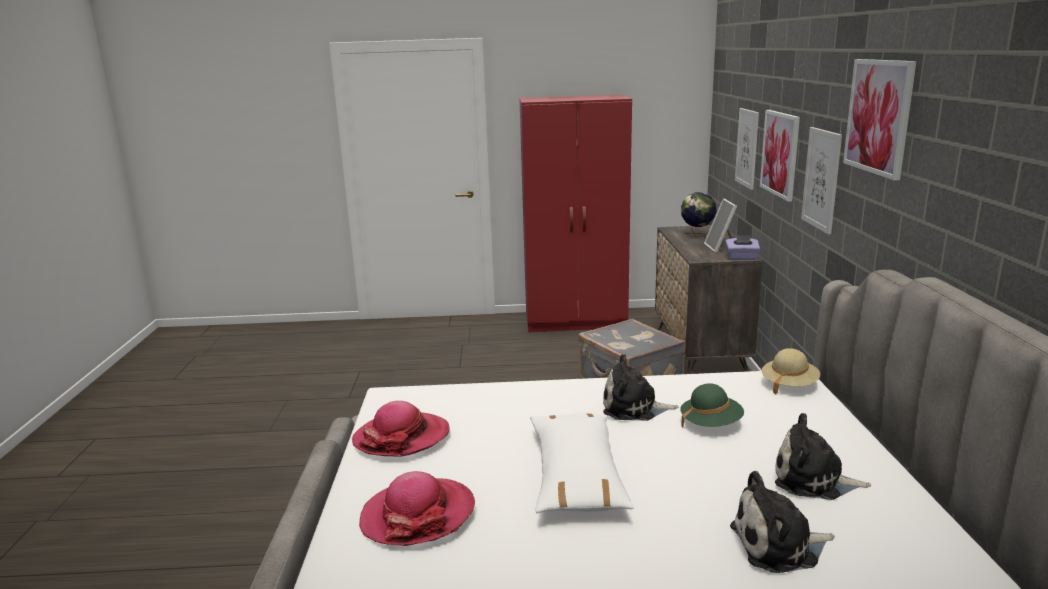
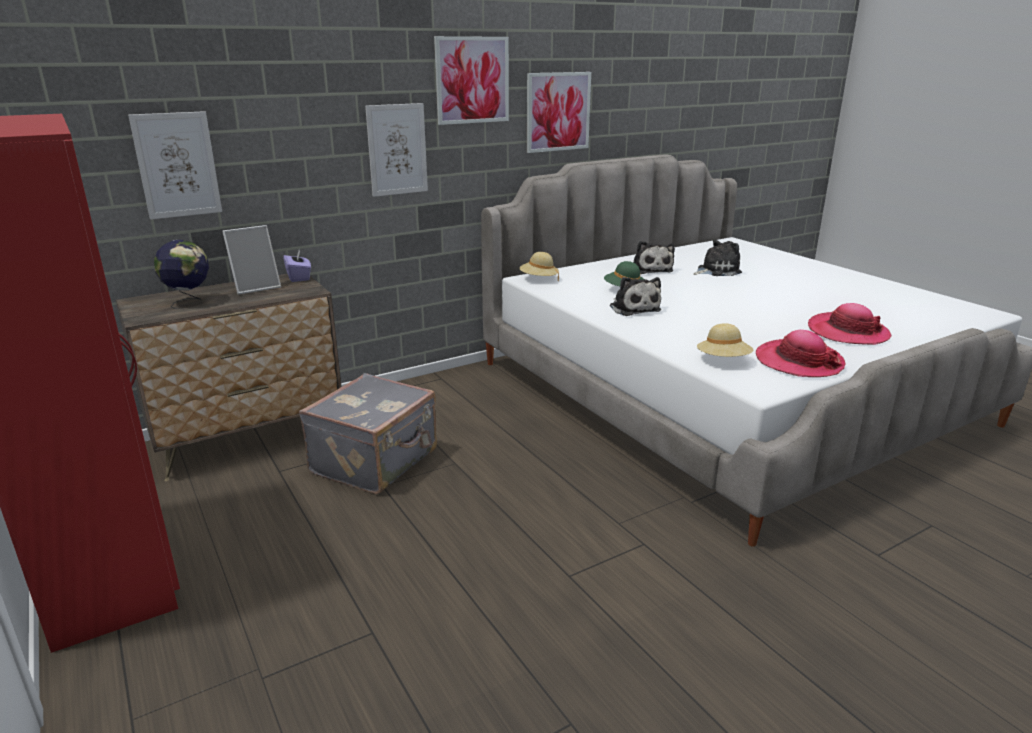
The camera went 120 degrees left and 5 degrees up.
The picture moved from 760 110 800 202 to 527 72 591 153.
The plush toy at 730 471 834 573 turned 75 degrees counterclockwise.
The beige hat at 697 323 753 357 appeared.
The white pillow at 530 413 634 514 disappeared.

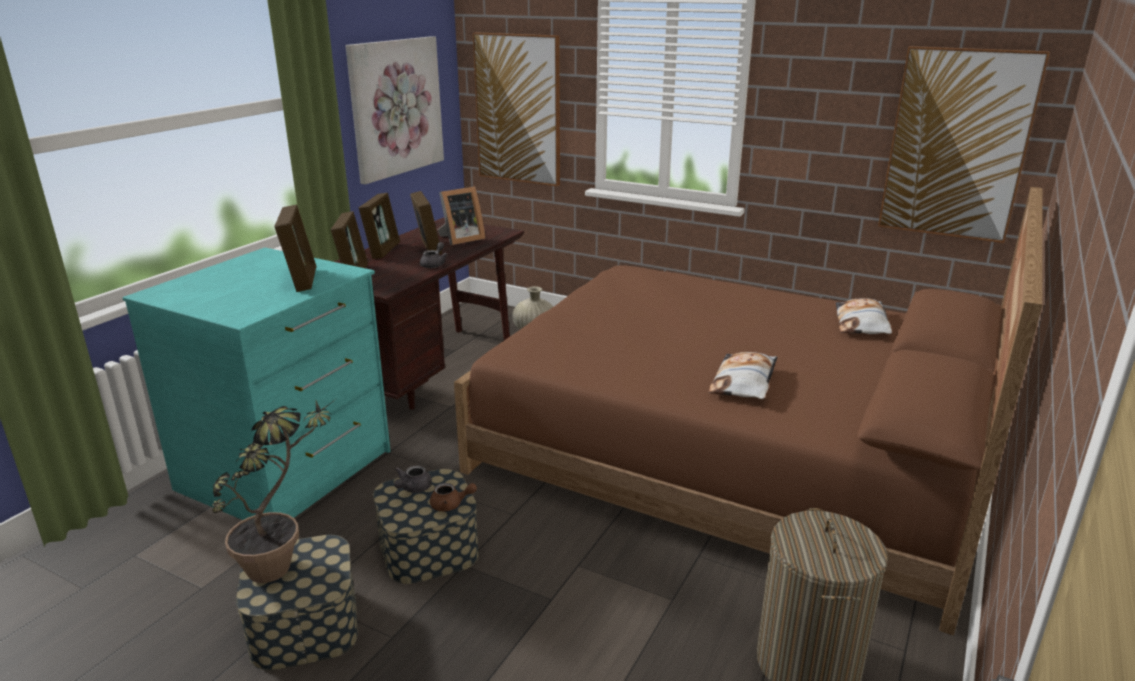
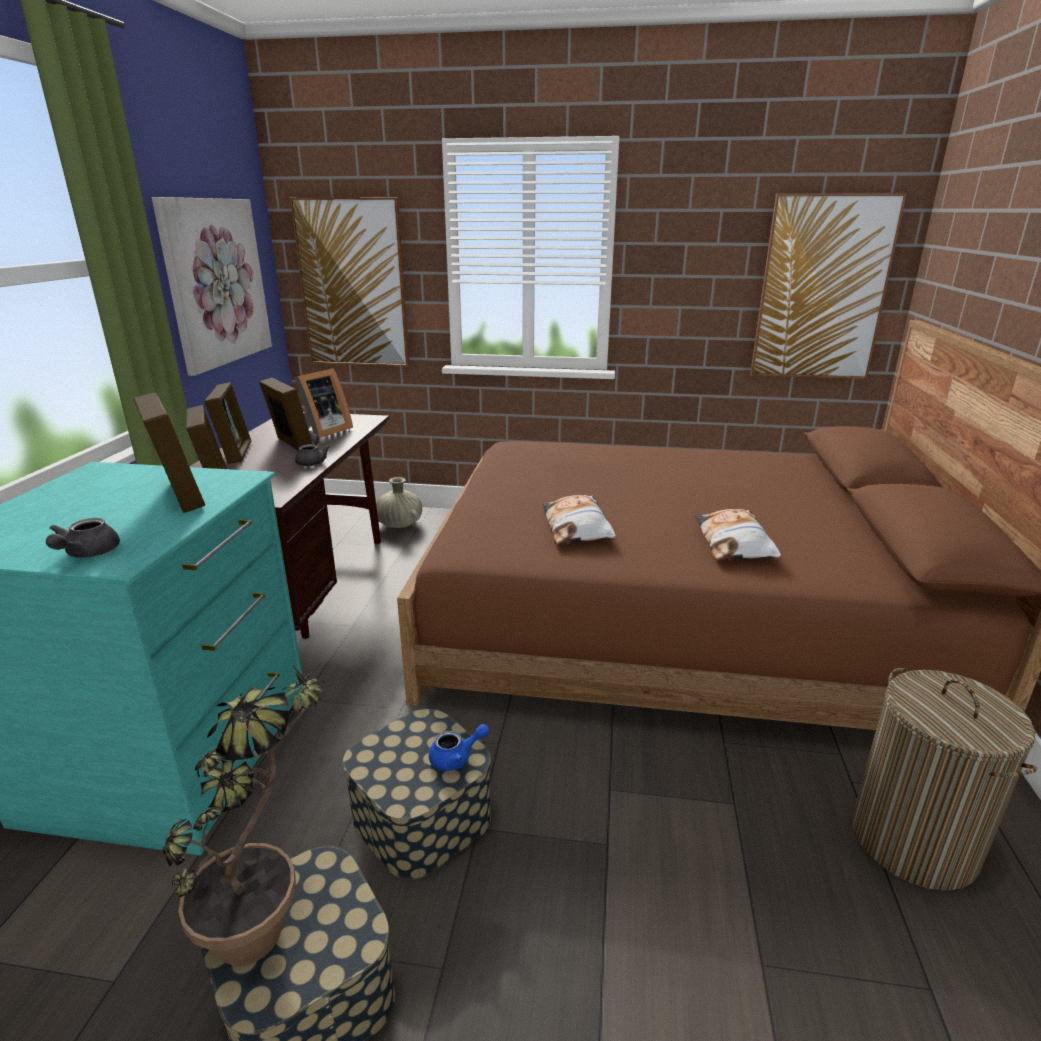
The camera went 20 degrees left and 0 degrees up.
The grey teapot moved from 394 465 432 493 to 46 518 120 558.
The brown teapot at 430 483 477 511 became the blue teapot at 429 724 489 771.
The pillow moved from 836 298 892 334 to 542 495 616 544.

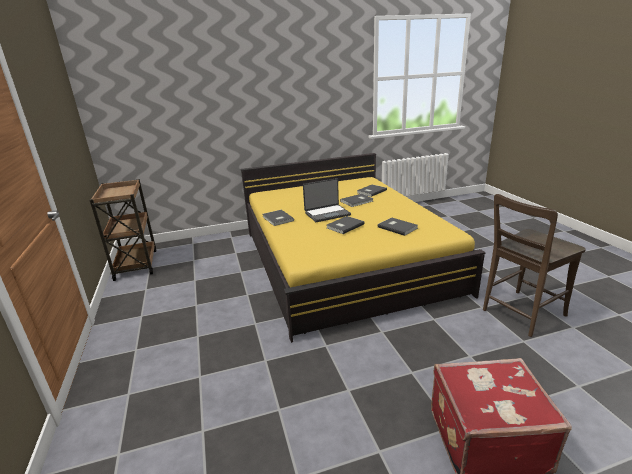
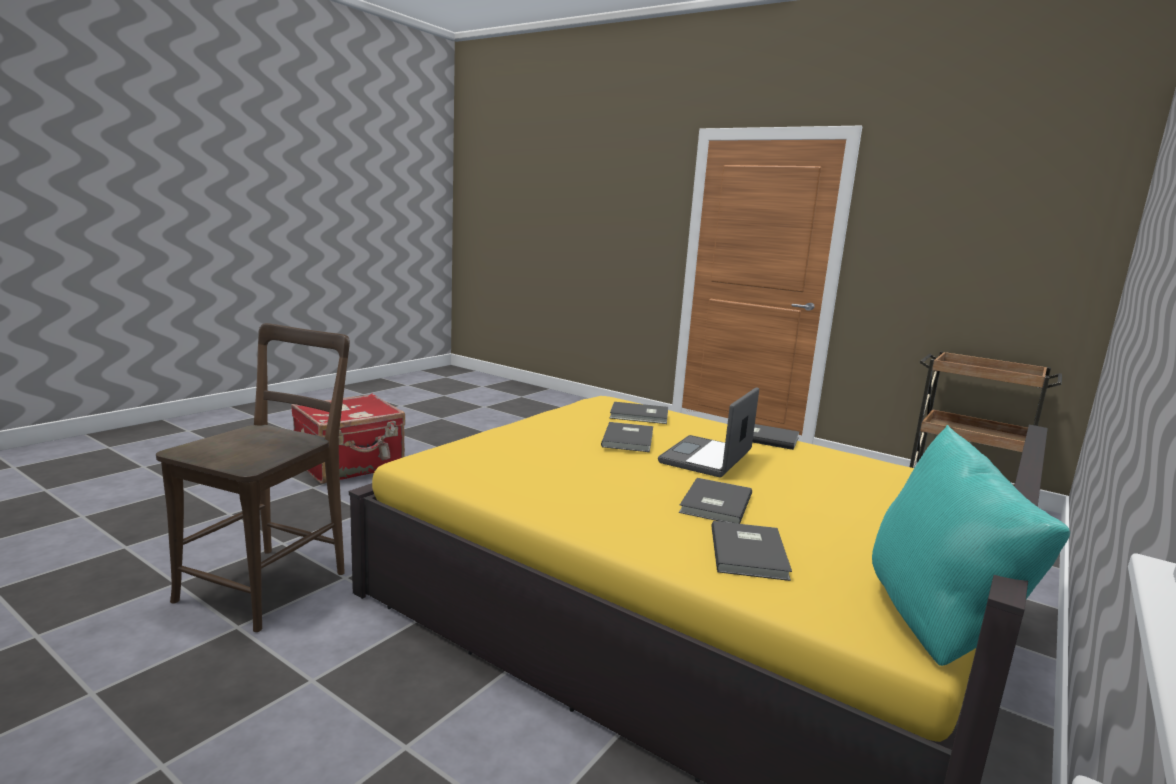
The camera went 140 degrees right and 10 degrees down.
The grey book moved from 378 218 418 236 to 610 402 668 424.
The turquoise pillow at 872 425 1070 666 appeared.

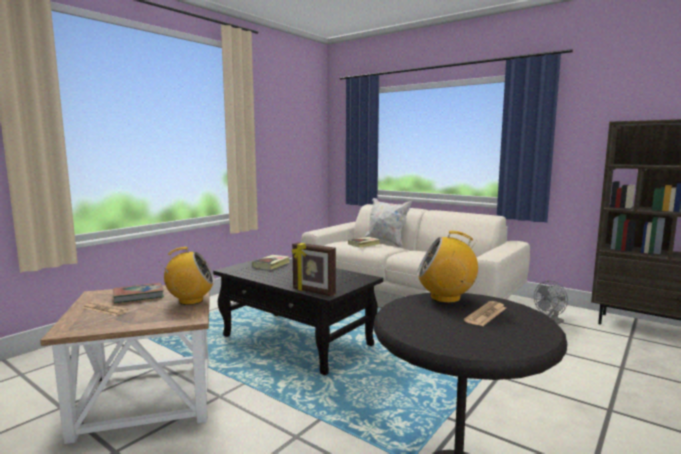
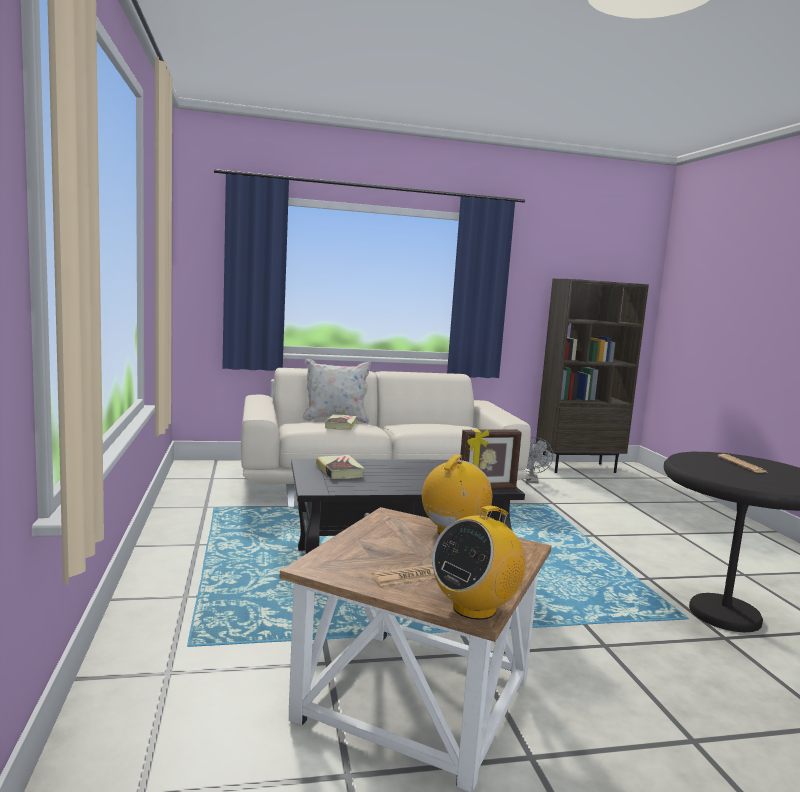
The camera went 50 degrees left and 0 degrees up.
The radio moved from 417 231 478 303 to 432 506 525 620.
The book at 113 283 164 303 disappeared.

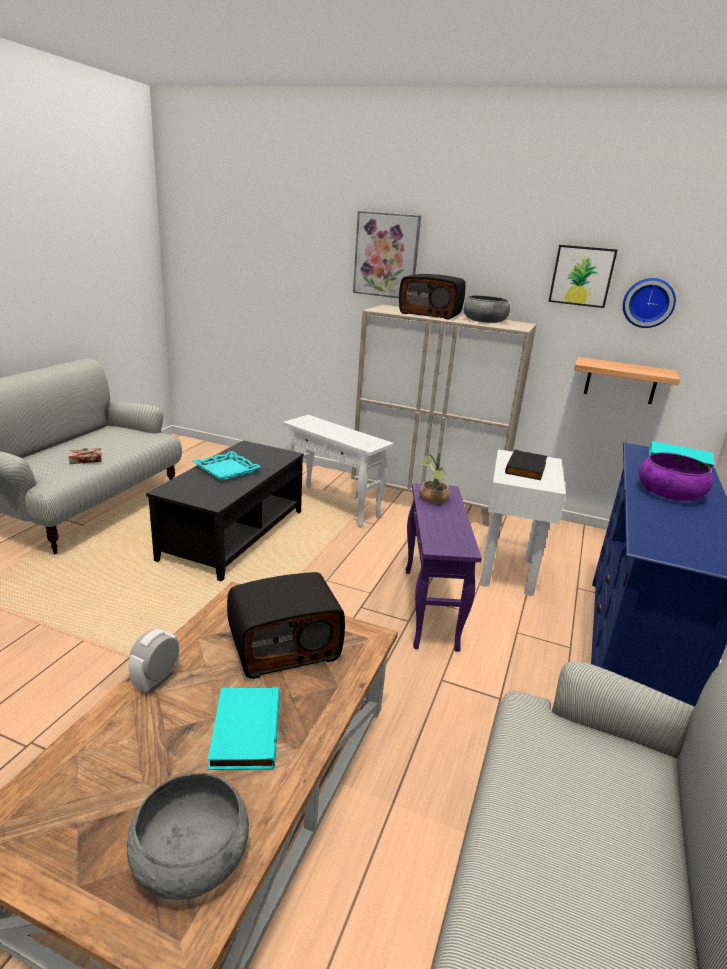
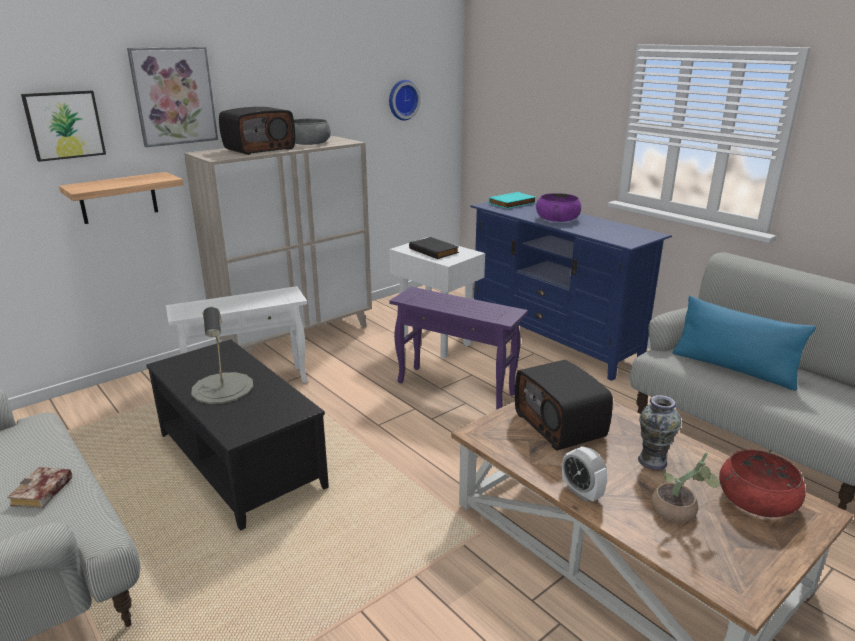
The camera went 60 degrees left and 0 degrees up.
The picture moved from 548 245 618 308 to 21 90 106 162.
The shelf moved from 574 357 680 404 to 59 172 184 224.
The turquoise tray at 193 451 261 481 was replaced by the grey table lamp at 191 307 253 404.
The radio at 227 572 345 679 turned 150 degrees clockwise.
The turquoise book at 207 687 280 770 was replaced by the vase at 638 395 681 470.
The potted plant moved from 419 452 450 504 to 651 452 722 523.
The blue pillow at 673 296 816 391 appeared.
The grey bowl at 127 773 249 900 became the red bowl at 719 449 806 517.

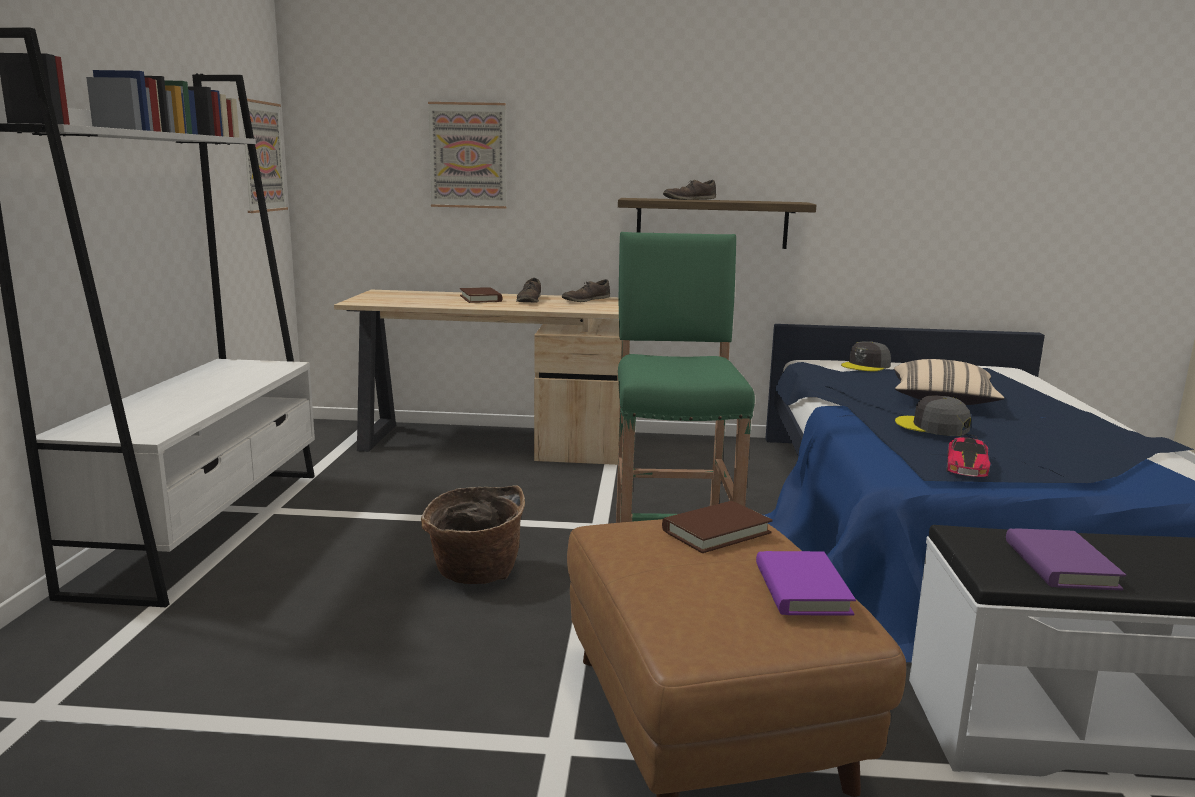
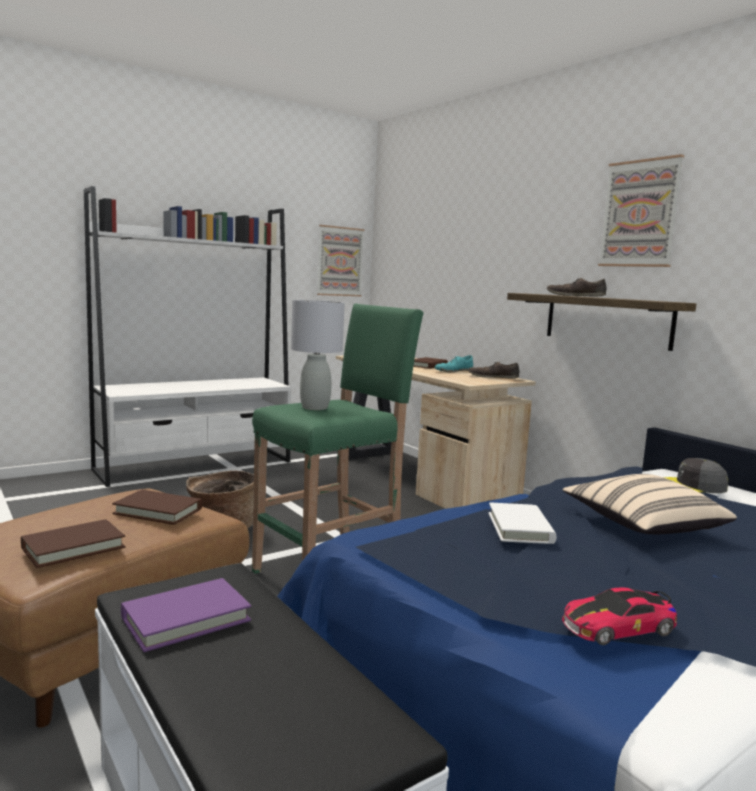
The camera went 50 degrees right and 5 degrees down.
The purple book at 756 551 856 616 became the brown book at 21 519 125 568.
The grey table lamp at 291 300 345 410 appeared.
The brown shoe at 516 278 541 303 became the turquoise shoe at 434 355 473 372.
The grey cap at 895 395 971 436 was replaced by the white book at 488 503 557 544.
The toy car moved from 946 434 990 477 to 562 587 677 645.
The picture moved from 428 102 506 209 to 598 154 684 267.

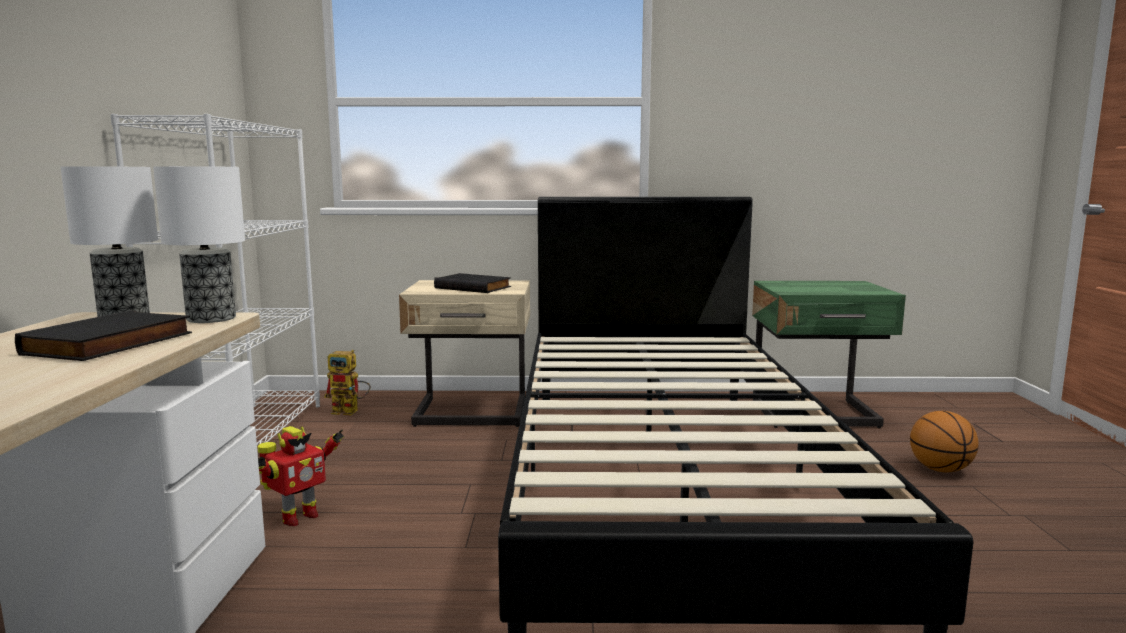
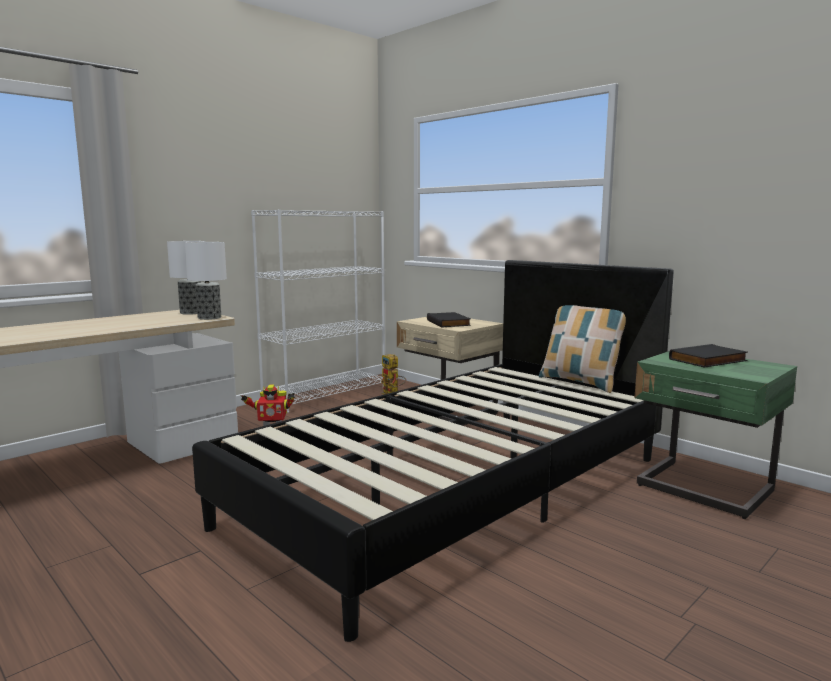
The camera went 45 degrees right and 0 degrees up.
The pillow at 539 305 626 393 appeared.
The black book moved from 15 310 192 361 to 669 344 748 368.
The basketball at 910 411 979 472 disappeared.

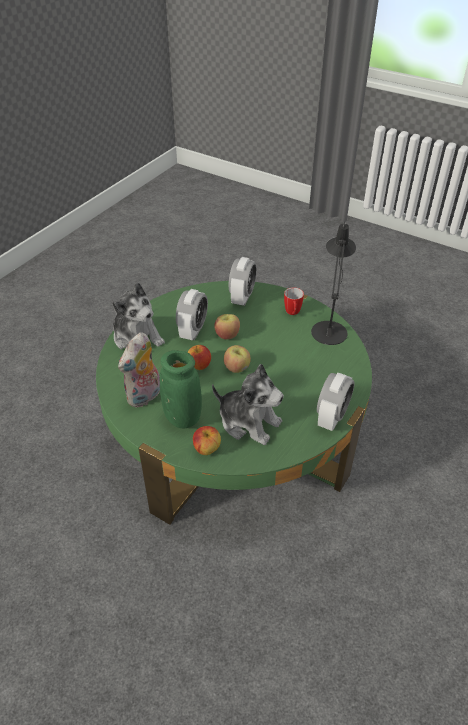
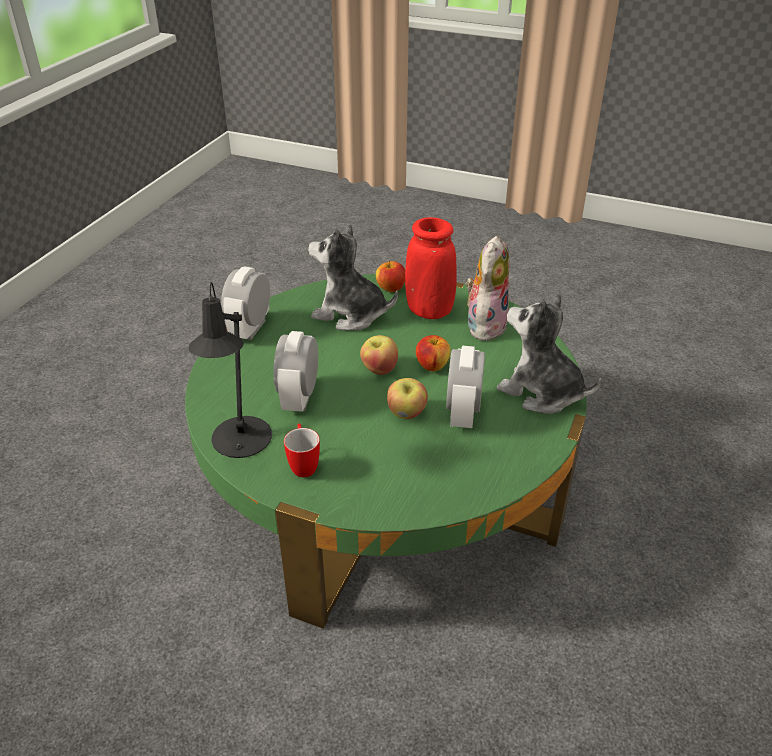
The camera went 170 degrees right and 5 degrees down.
The alarm clock moved from 229 257 257 306 to 273 331 318 412.
The green vase at 160 350 202 428 became the red vase at 405 217 457 319.

